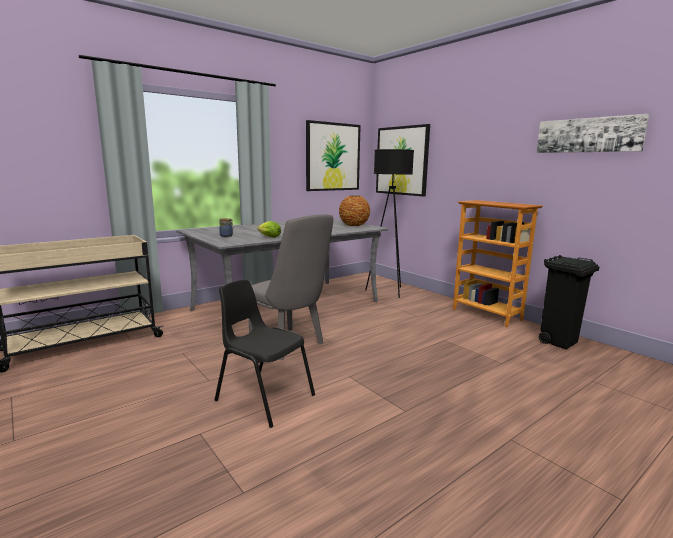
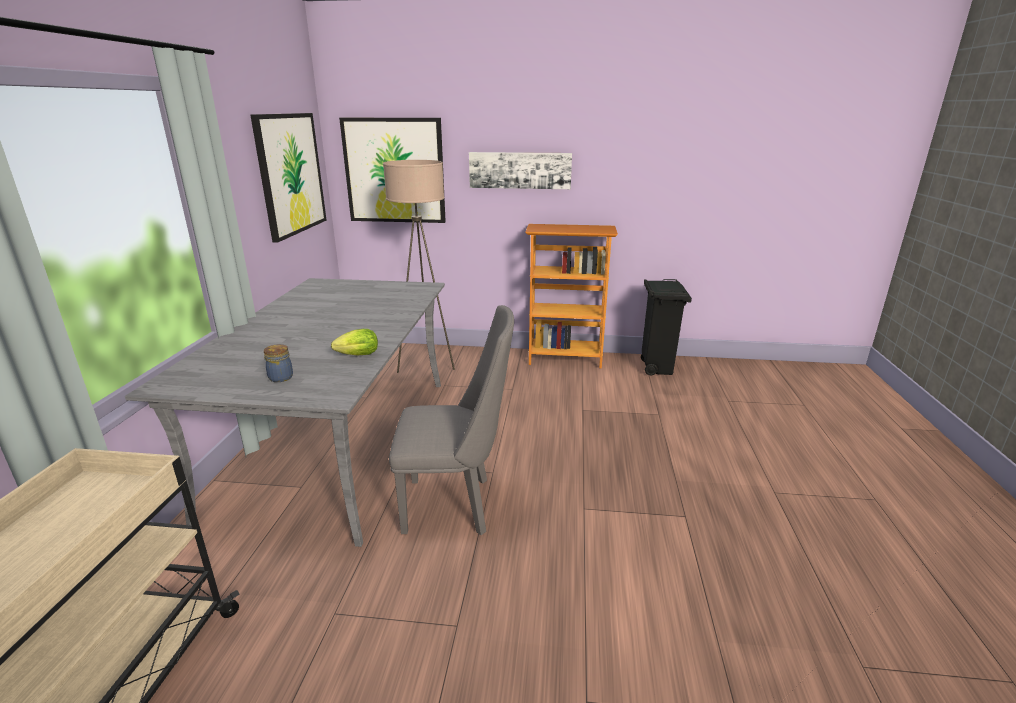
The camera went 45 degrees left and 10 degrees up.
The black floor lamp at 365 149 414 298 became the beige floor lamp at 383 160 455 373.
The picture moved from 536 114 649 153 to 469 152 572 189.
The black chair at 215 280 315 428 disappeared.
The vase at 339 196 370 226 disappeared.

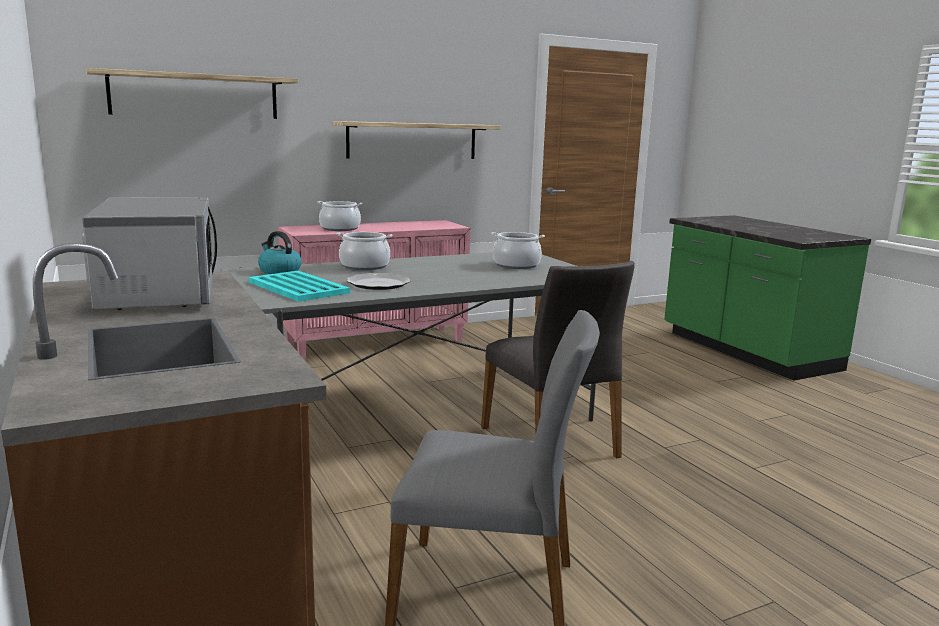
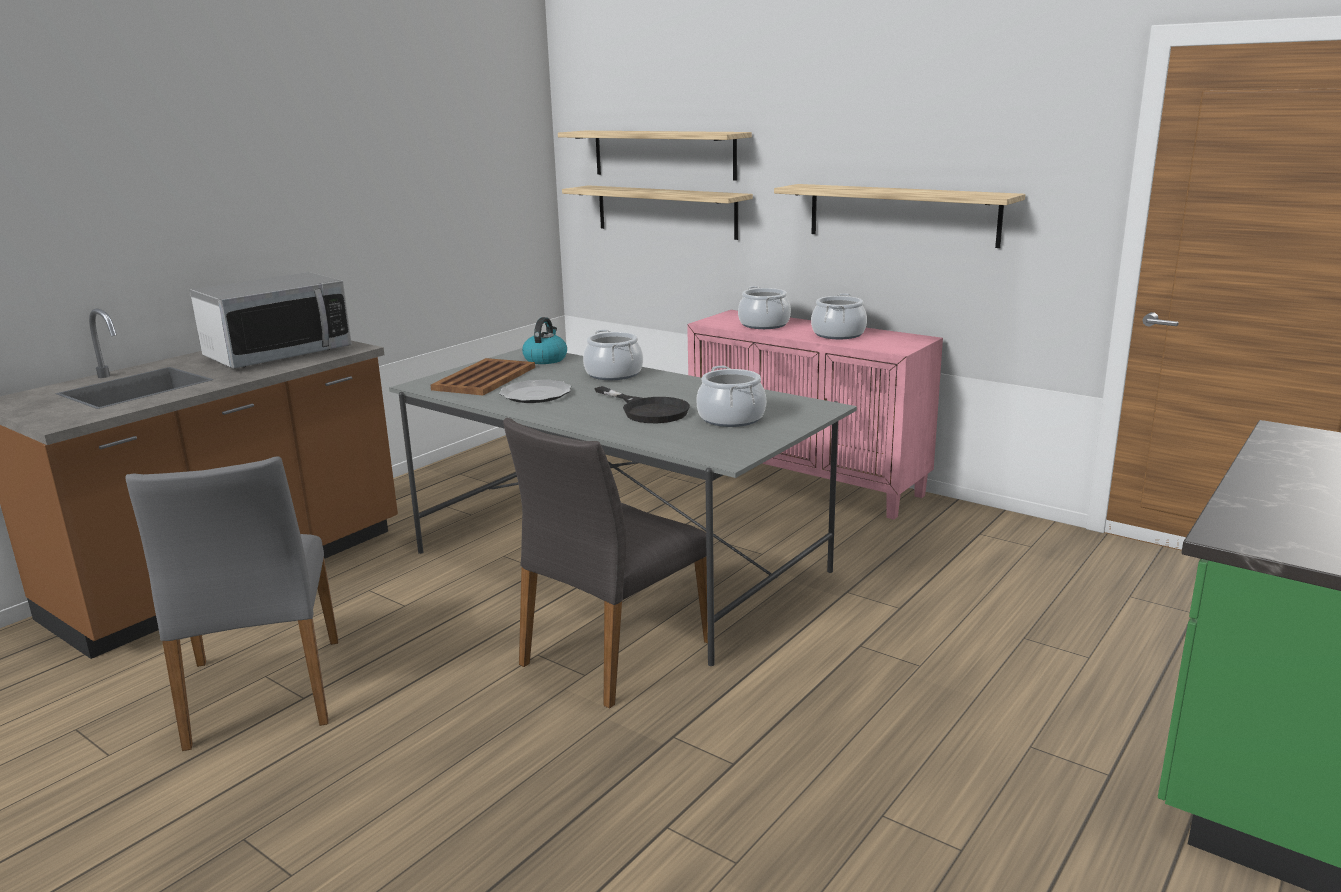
The camera went 65 degrees right and 5 degrees up.
The turquoise tray at 248 271 350 302 became the brown tray at 431 358 535 395.
The shelf at 562 185 753 240 appeared.
The black frying pan at 594 386 690 423 appeared.
The cooking pot at 811 293 867 339 appeared.

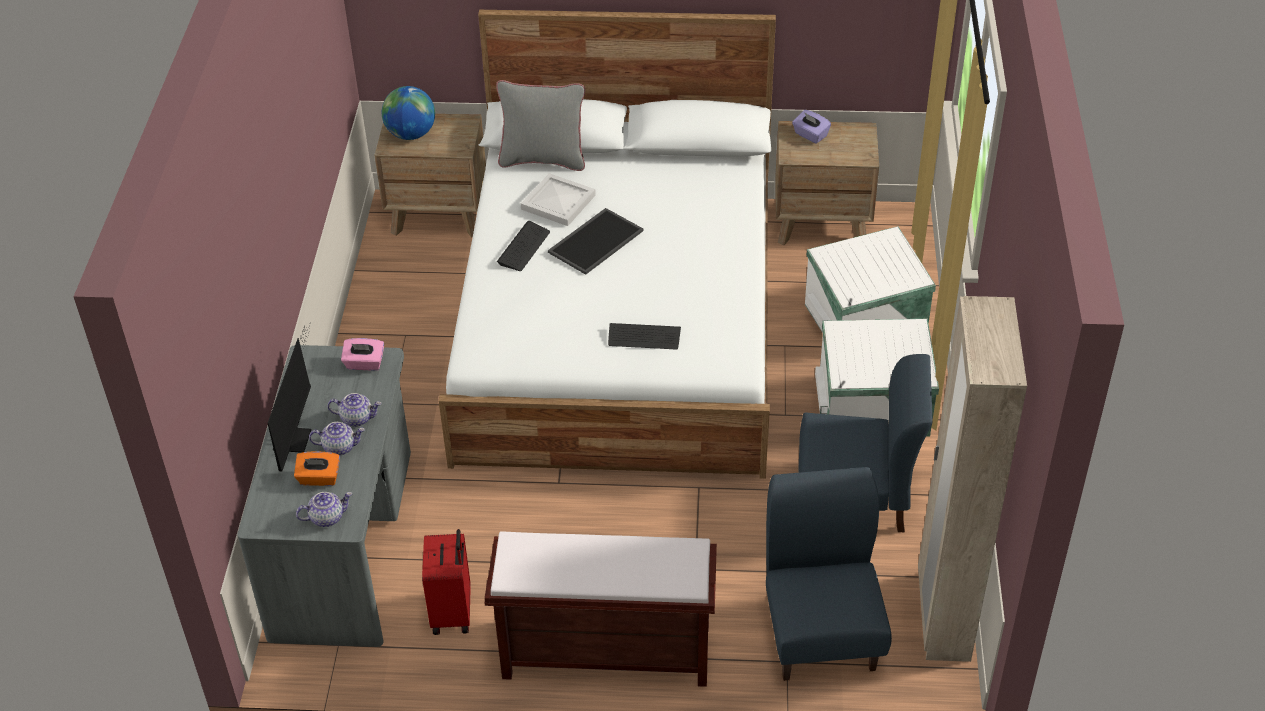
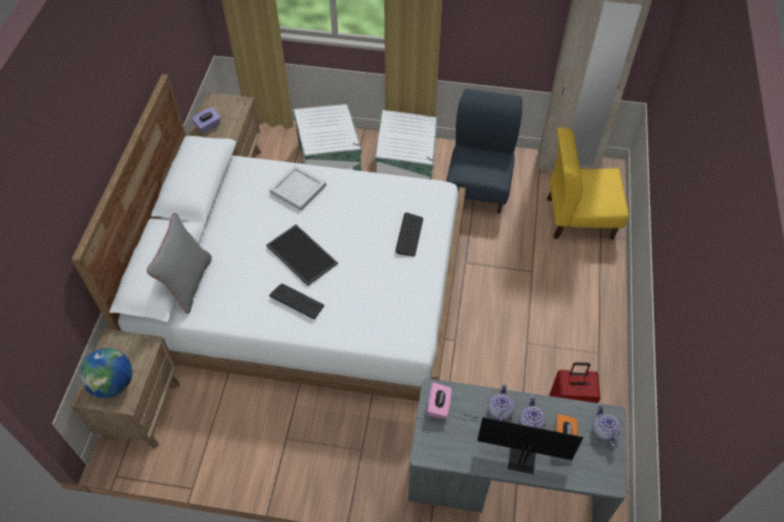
The camera went 85 degrees left and 10 degrees up.
The white tray moved from 521 173 596 226 to 269 165 326 211.
The blue chair at 766 467 892 681 became the yellow chair at 547 128 629 239.
The brown bench at 485 531 717 687 disappeared.

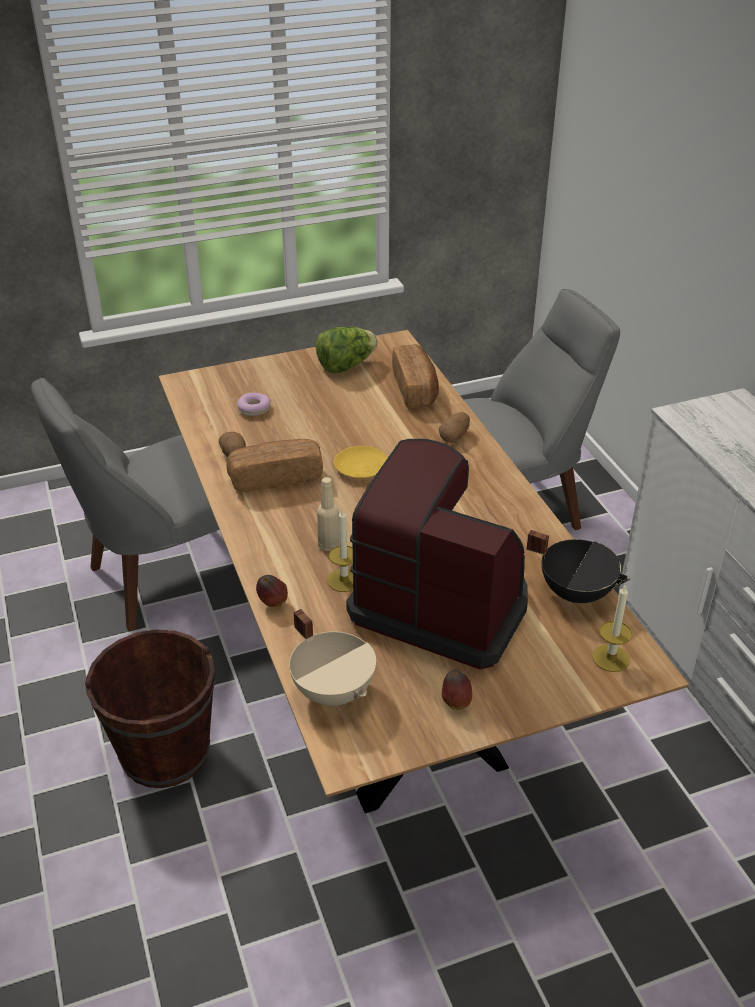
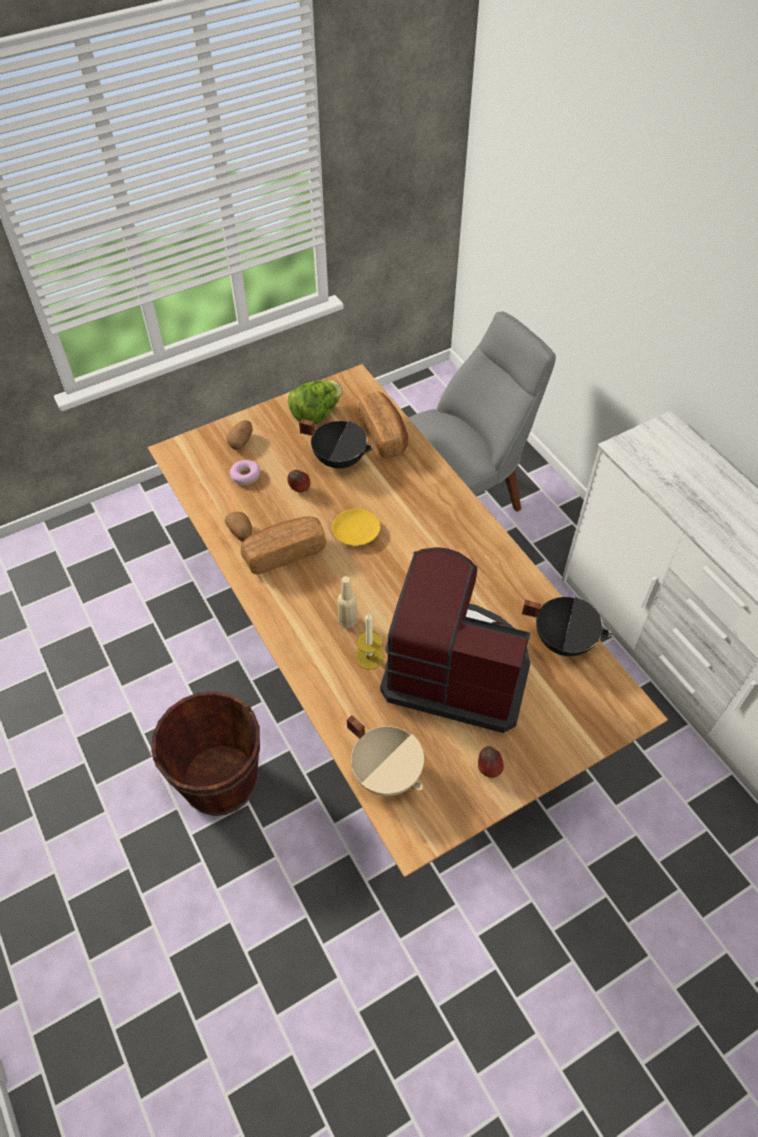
The camera went 10 degrees left and 15 degrees up.
The potato moved from 439 412 470 443 to 226 420 252 450.
The apple moved from 256 575 288 607 to 287 470 310 493.
The black cooking pot at 299 419 373 469 appeared.
The grey chair at 31 378 219 632 disappeared.
The candle at 592 584 632 672 disappeared.

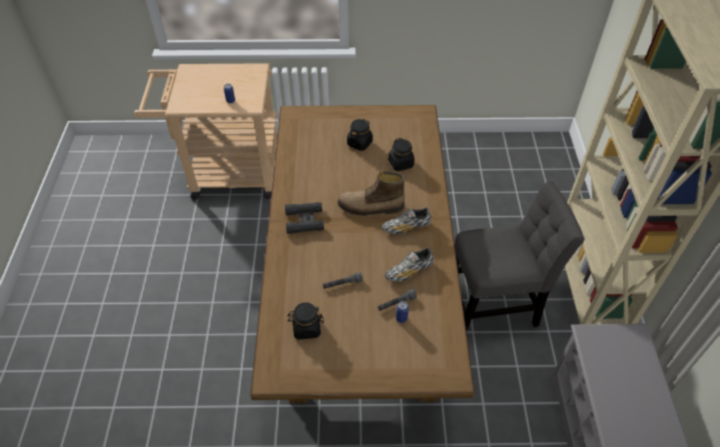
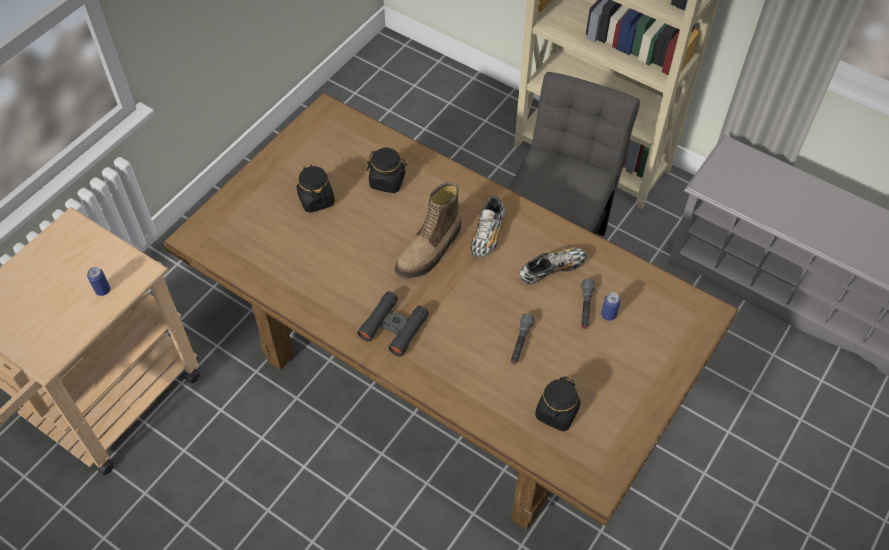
The camera went 55 degrees left and 5 degrees up.
The shoe at 385 248 434 282 turned 120 degrees counterclockwise.

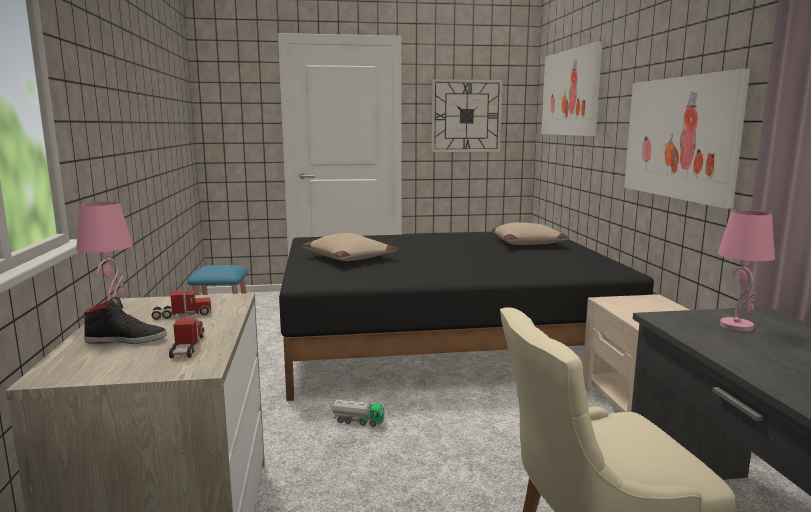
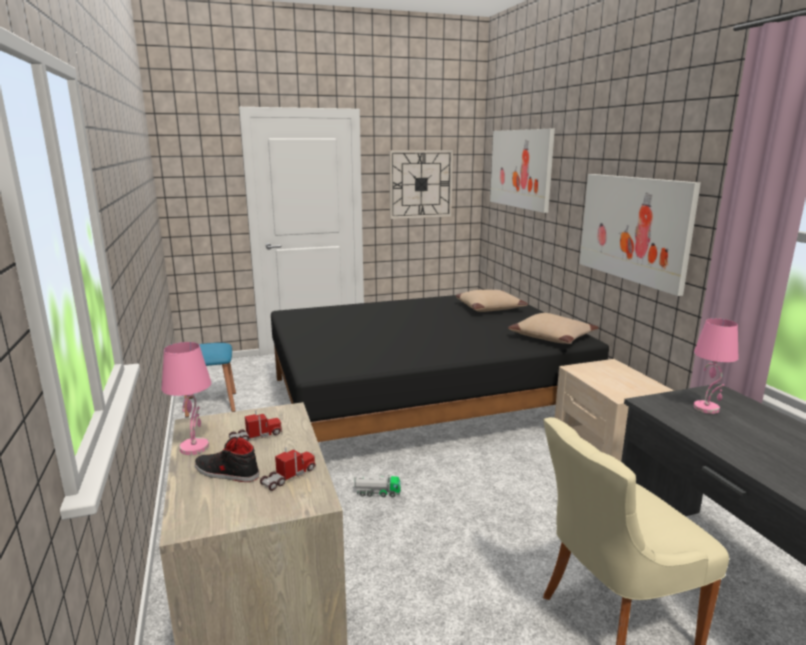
The camera went 10 degrees left and 5 degrees up.
The black shoe at 84 297 167 344 turned 150 degrees counterclockwise.
The toy truck at 169 314 205 359 turned 60 degrees clockwise.
The beige pillow moved from 302 233 399 261 to 508 313 599 344.

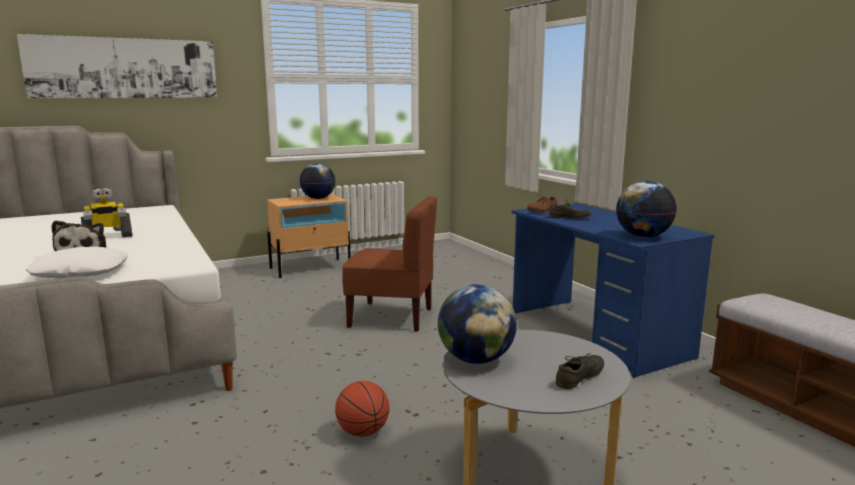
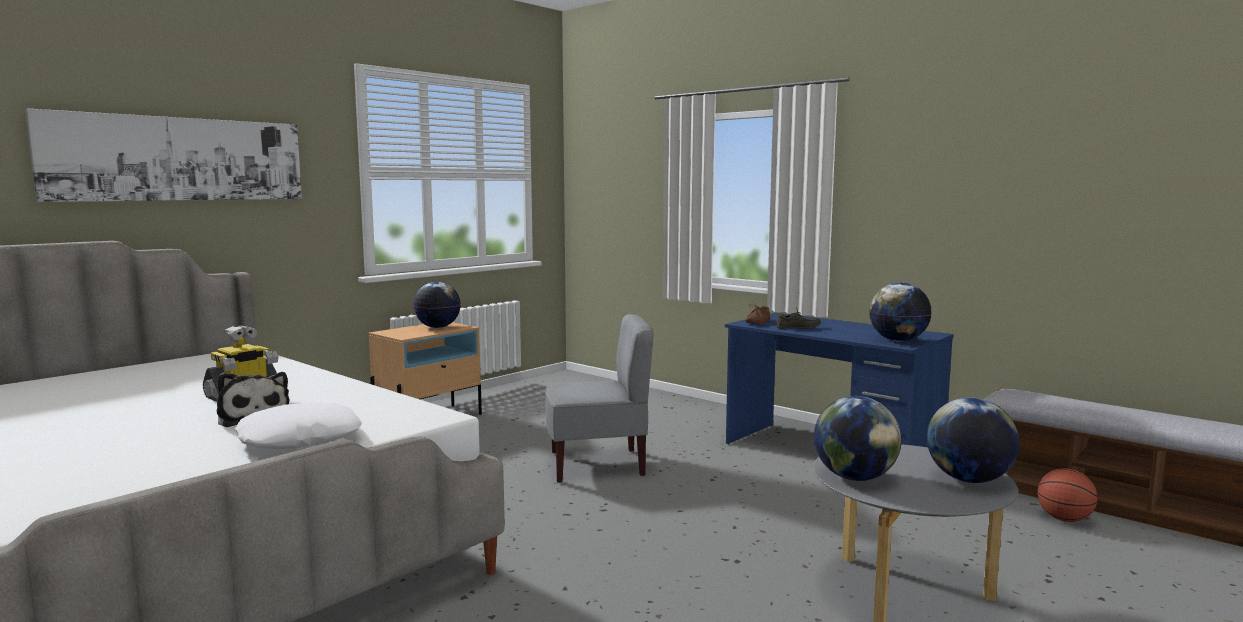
The camera went 20 degrees left and 5 degrees down.
The brown chair at 342 197 437 332 became the grey chair at 545 314 654 483.
The grey shoe at 556 353 604 389 was replaced by the globe at 927 397 1019 483.
The basketball moved from 335 381 389 437 to 1037 468 1097 522.

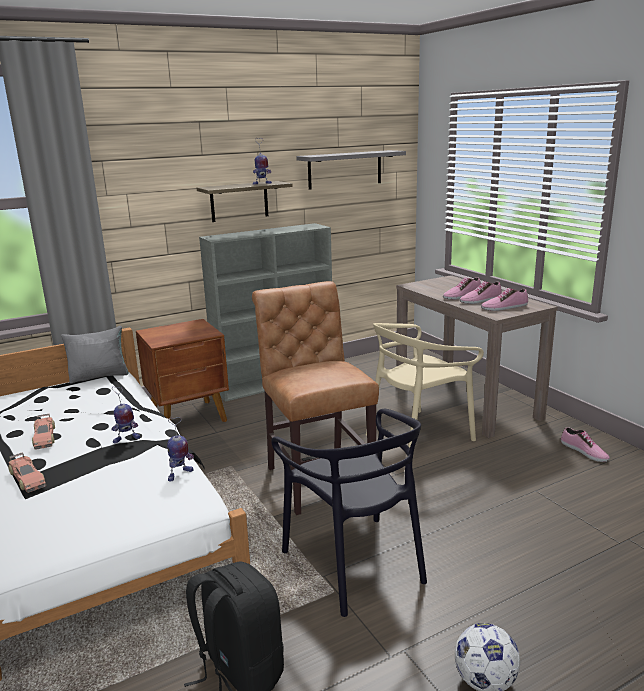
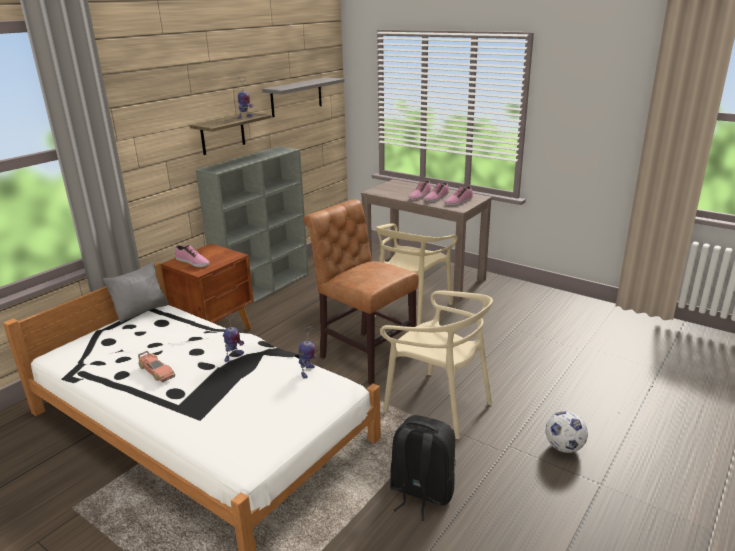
The camera went 25 degrees left and 5 degrees up.
The shoe moved from 561 427 610 462 to 175 245 210 267.
The black chair at 271 409 427 617 became the beige chair at 380 291 493 439.
The toy car at 8 453 46 493 disappeared.

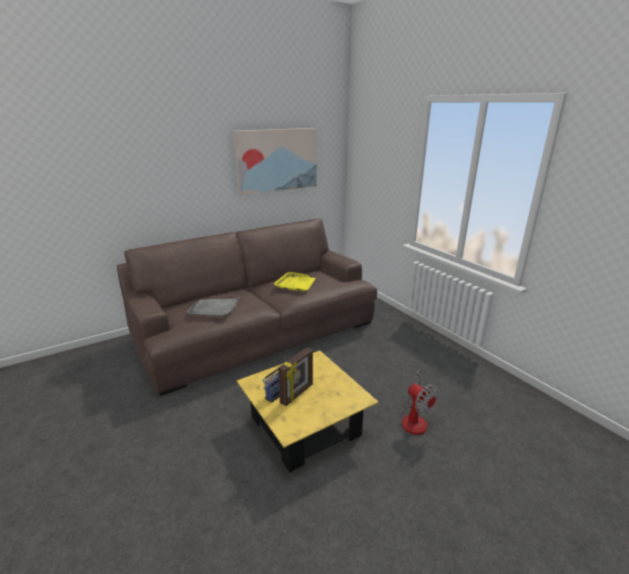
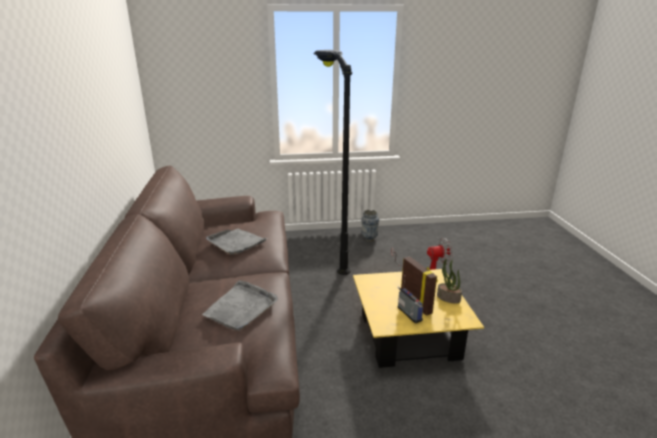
The camera went 65 degrees left and 0 degrees up.
The yellow tray at 274 272 315 291 became the grey tray at 206 229 268 255.
The black floor lamp at 314 50 352 275 appeared.
The vase at 361 210 379 241 appeared.
The potted plant at 437 259 462 303 appeared.
The picture at 233 128 317 195 disappeared.

